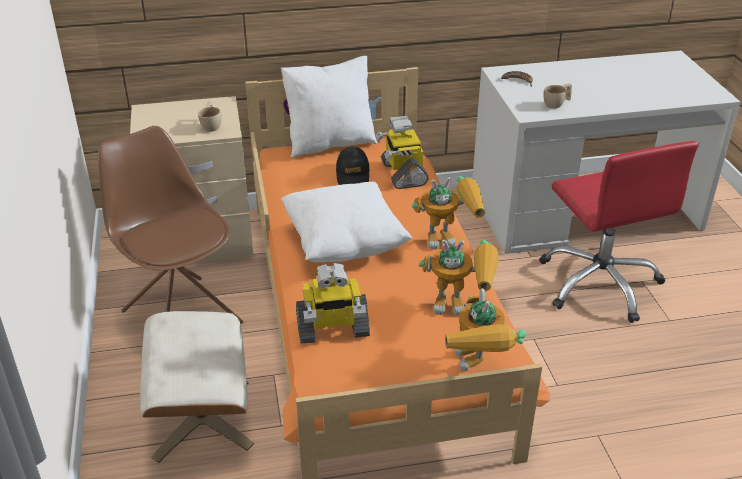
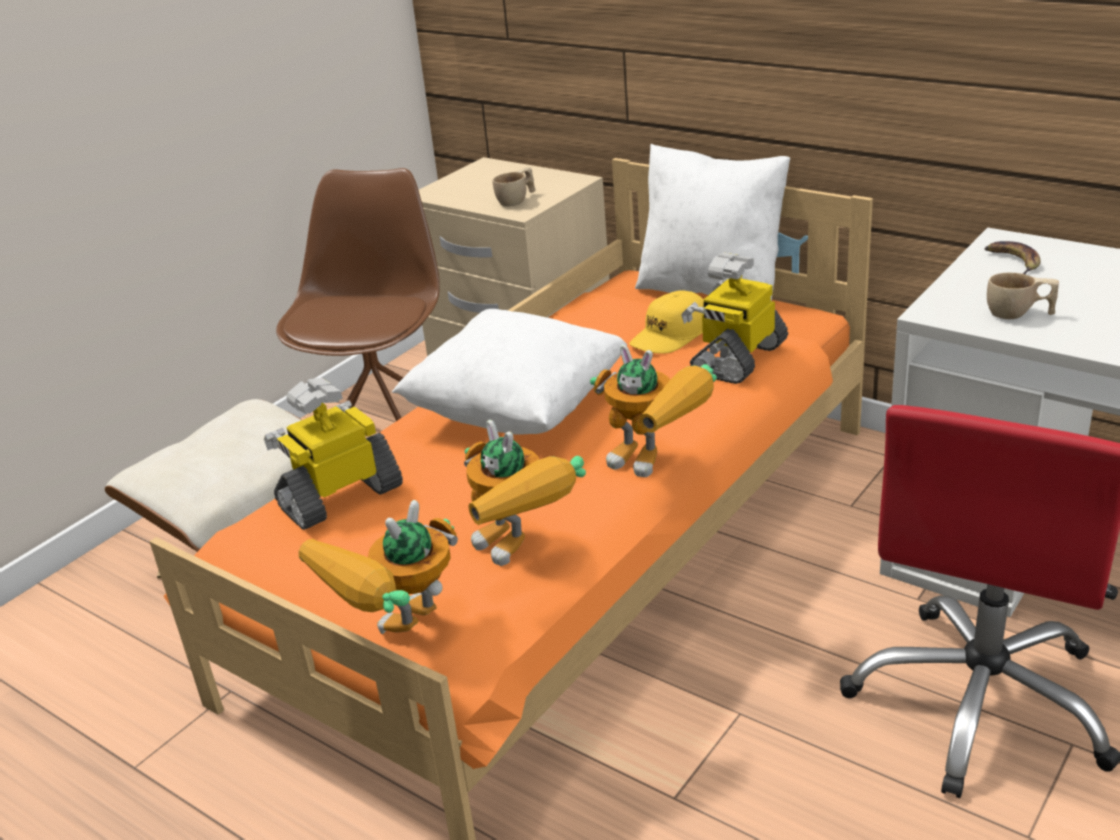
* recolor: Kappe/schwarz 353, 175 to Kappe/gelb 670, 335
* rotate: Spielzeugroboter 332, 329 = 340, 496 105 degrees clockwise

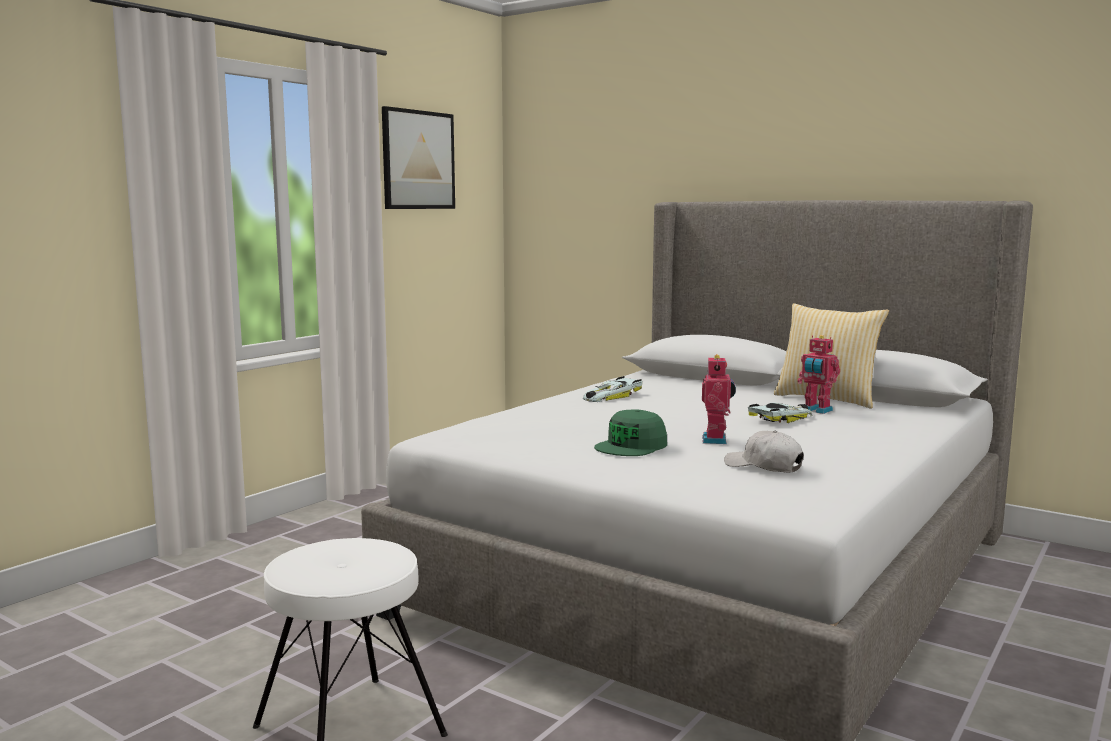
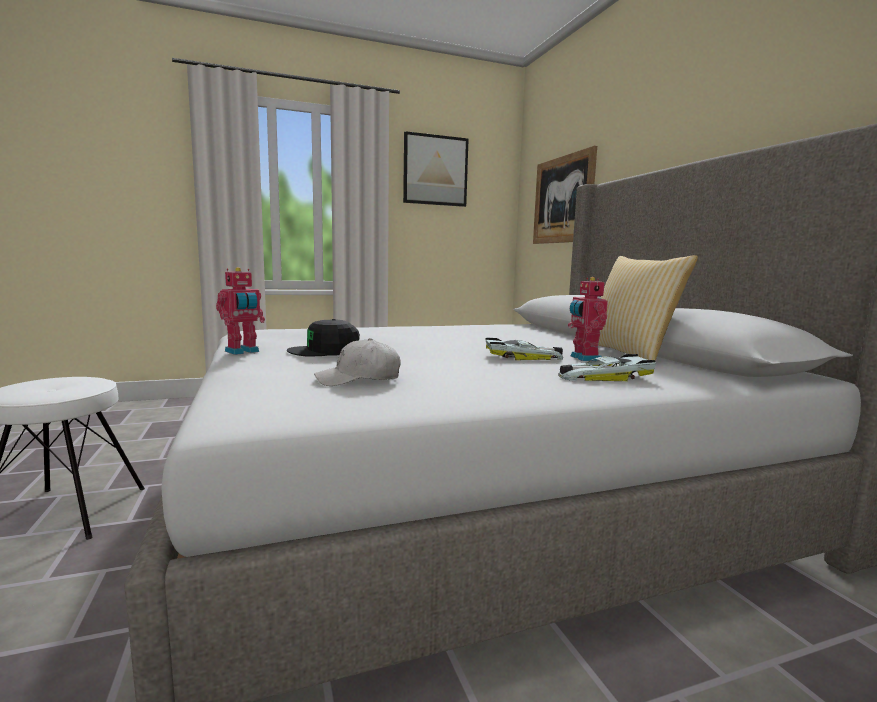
* move: Spielzeugroboter 716, 440 to 243, 352
* move: Spielzeugauto 610, 396 to 602, 376
* recolor: Kappe/grün 631, 446 to Kappe/schwarz 326, 351
* rotate: Kappe/weiß 763, 466 = 359, 379 90 degrees counterclockwise
* insert: Bild 563, 200

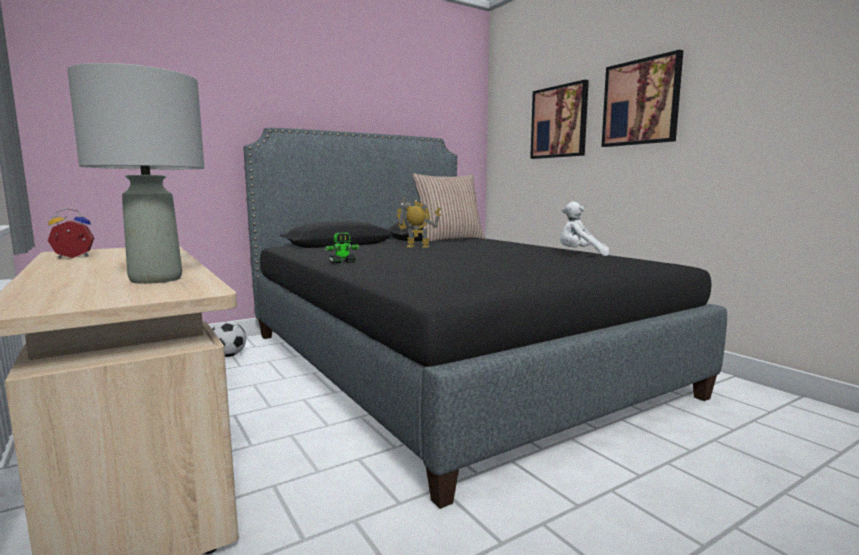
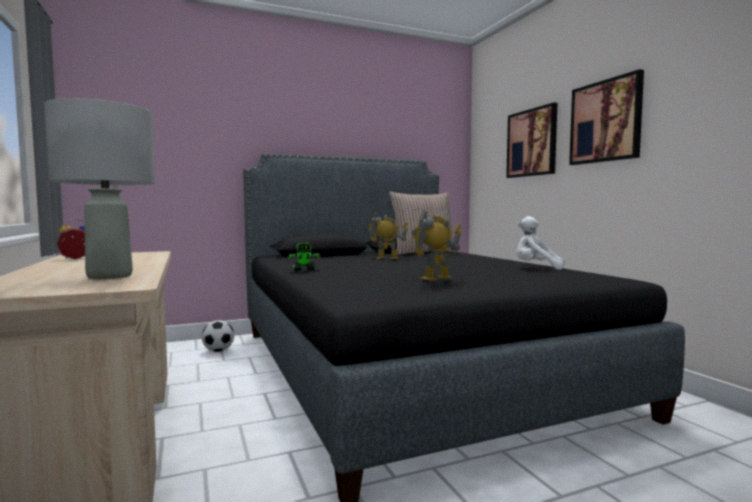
* insert: Spielzeugroboter 436, 278

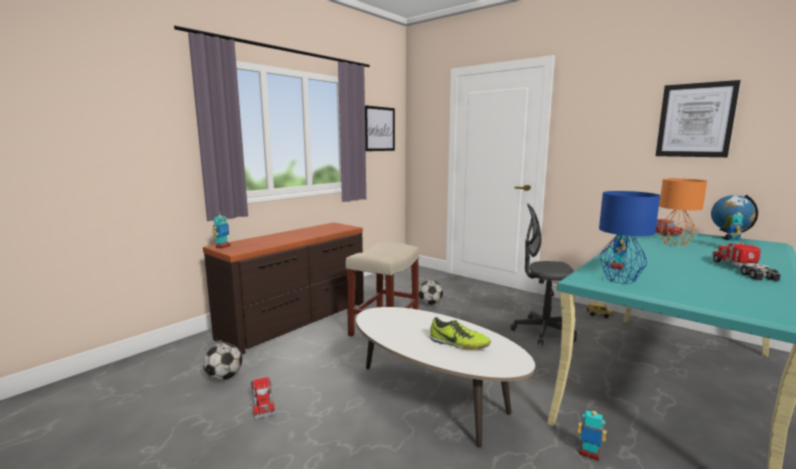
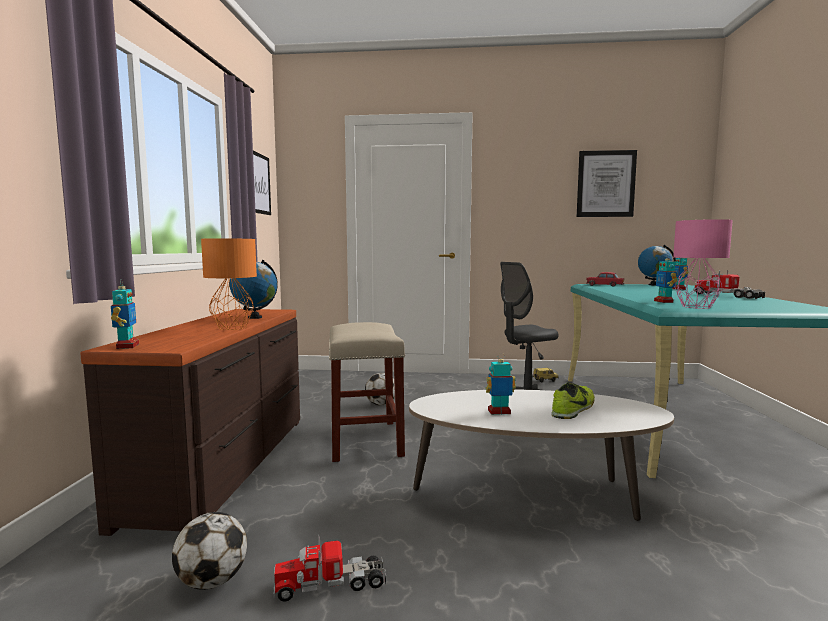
* move: Tischlampe/orange 675, 244 to 233, 328
* recolor: Tischlampe/blau 619, 279 to Tischlampe/rosa 695, 307
* rotate: Schuh 458, 344 = 573, 409 45 degrees counterclockwise
* rotate: Spielzeuglaster 262, 400 = 331, 584 135 degrees clockwise
* move: Spielzeugroboter 589, 454 to 499, 412
* insert: Globus 255, 317

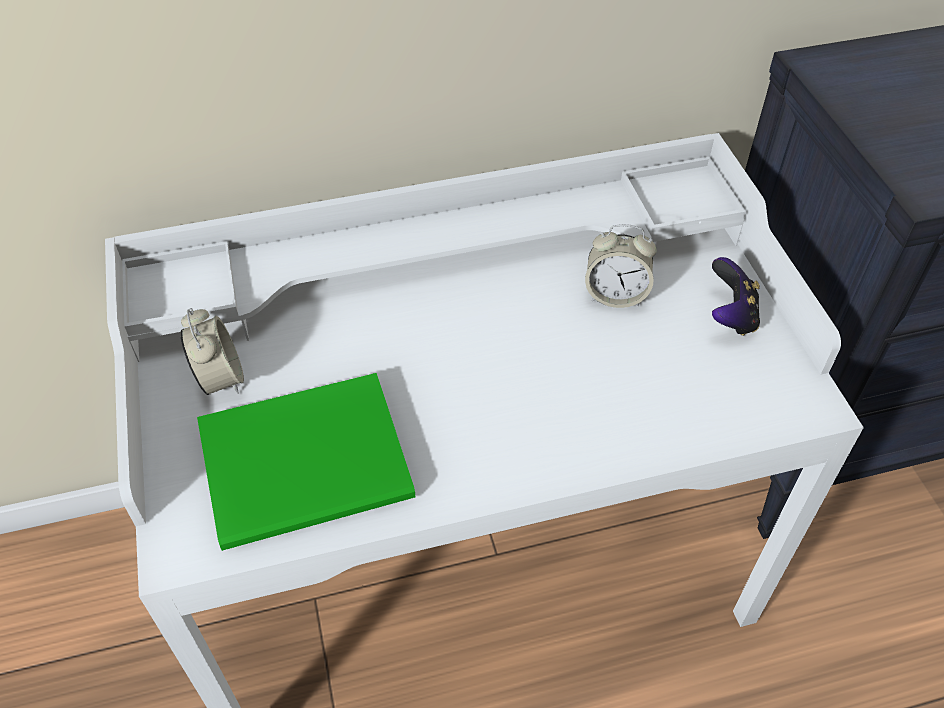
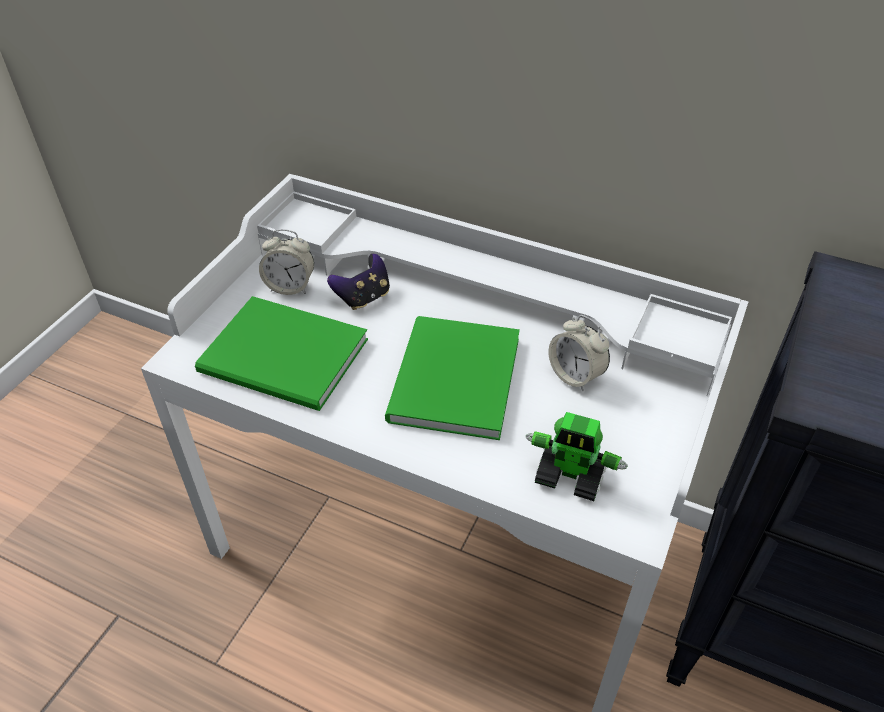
* move: Gamepad 730, 316 to 363, 297
* rotate: Wecker 220, 379 = 290, 286 75 degrees clockwise
* insert: Buch/grün 450, 382
* insert: Spielzeugroboter 570, 476

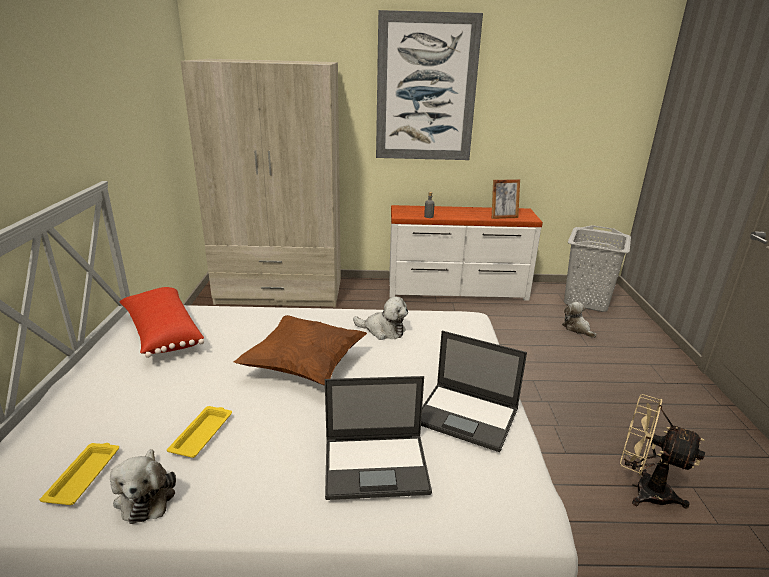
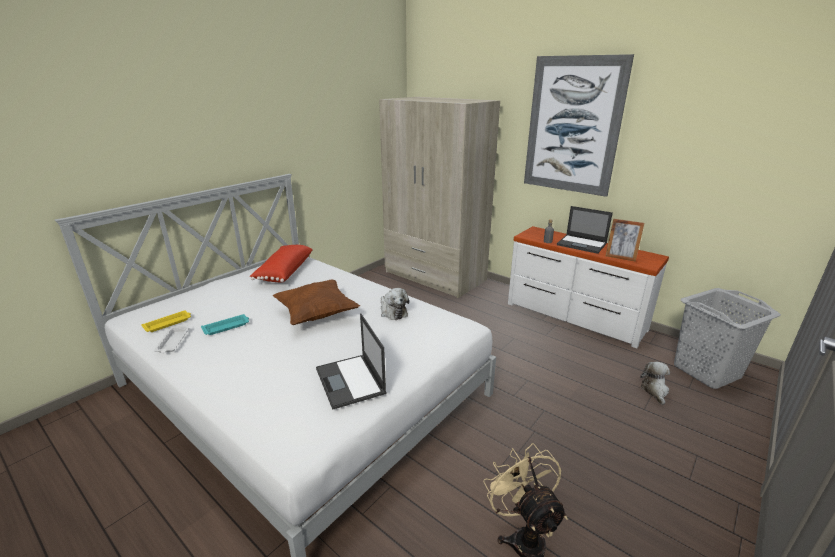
* move: Laptop 377, 465 to 582, 244
* recolor: Tablett/gelb 203, 434 to Tablett/türkis 227, 327
* replace: Plüschtier 146, 495 to Tablett/weiß 173, 342

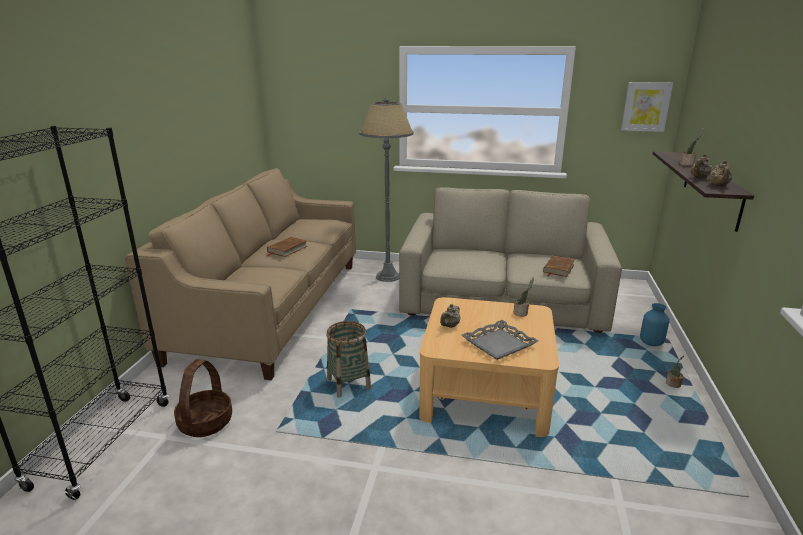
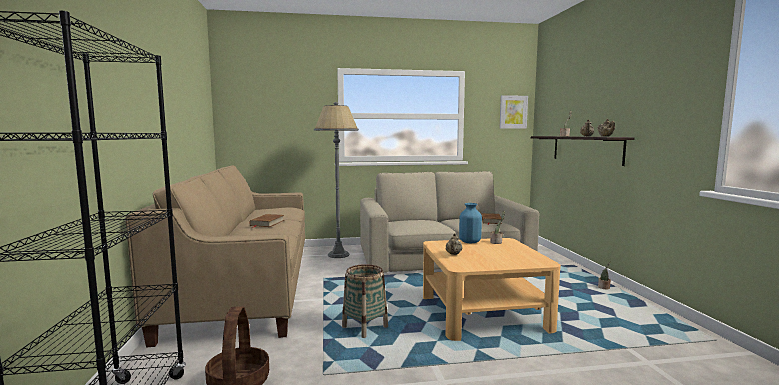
* move: Vase/blau 651, 343 to 470, 242
* delete: Tablett/grau 499, 344

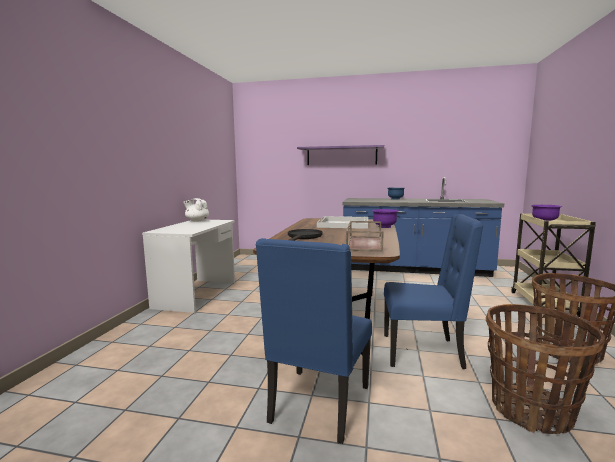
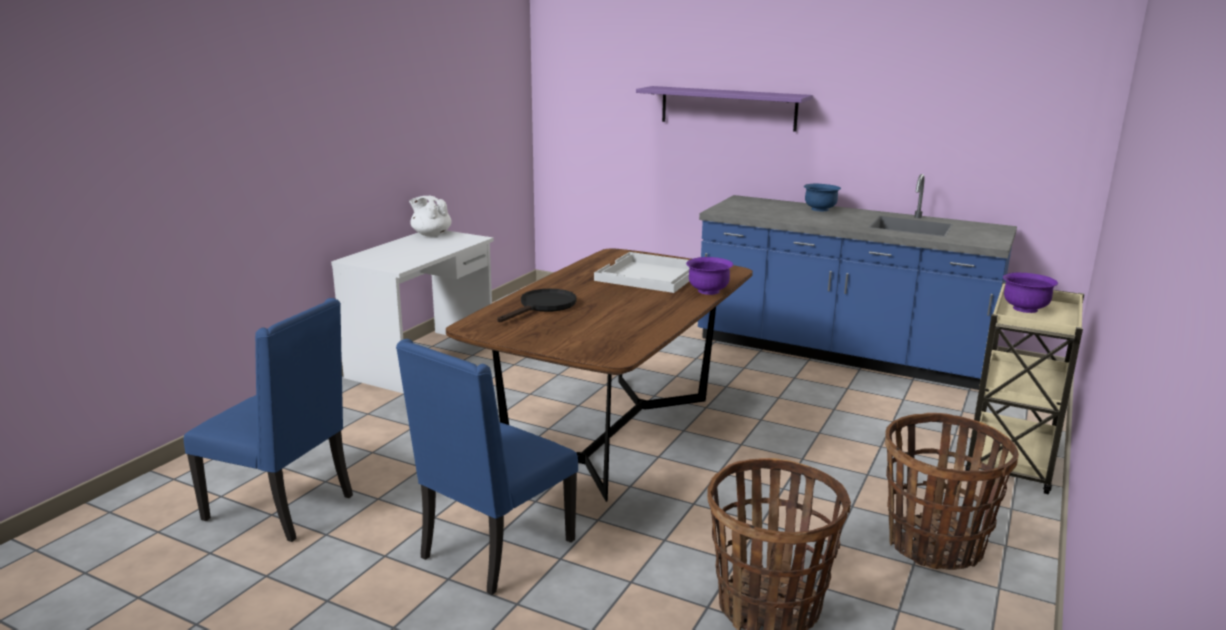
* move: Stuhl/blau 423, 352 to 283, 507
* delete: Tablett/braun 363, 243

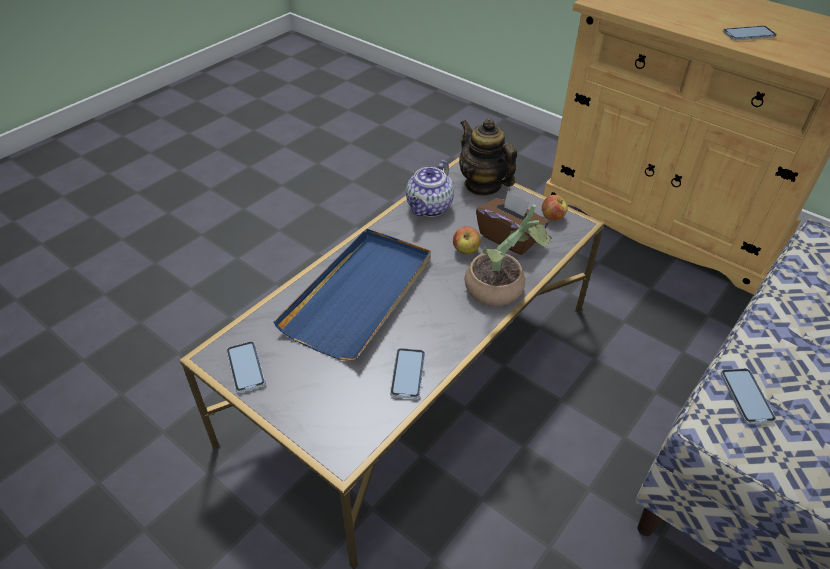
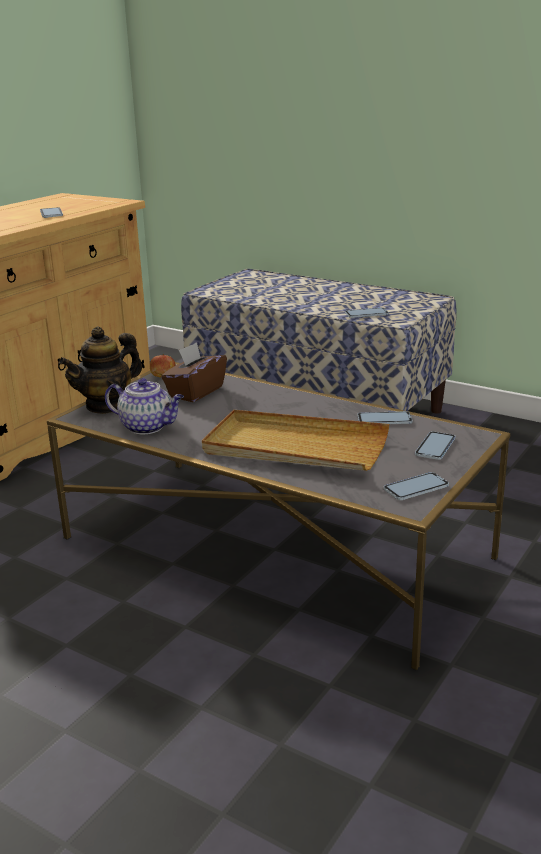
* delete: Topfpflanze 501, 289
* delete: Apfel 466, 250
* recolor: Tablett/blau 360, 295 to Tablett/beige 295, 447
* insert: Handy 435, 447

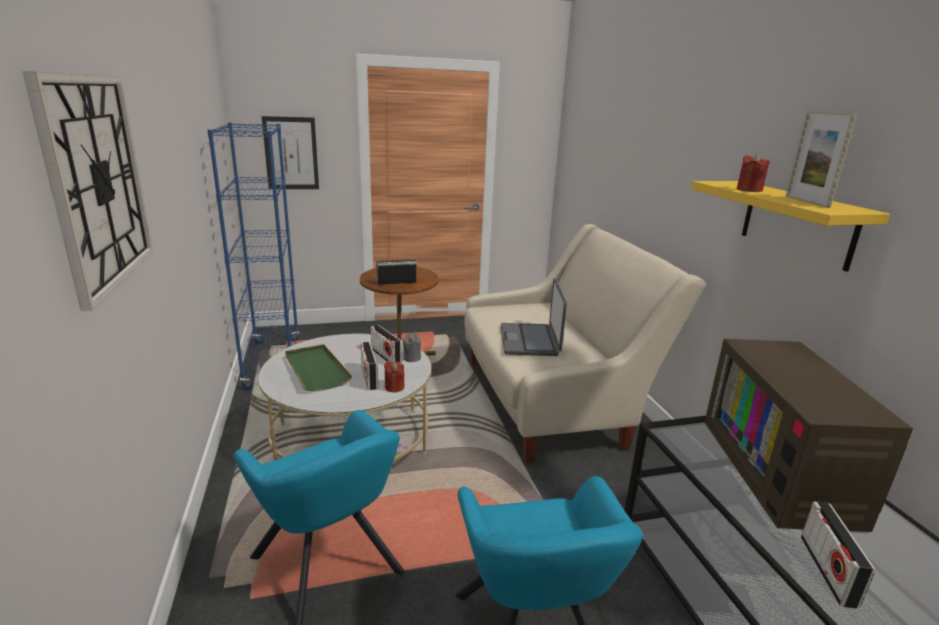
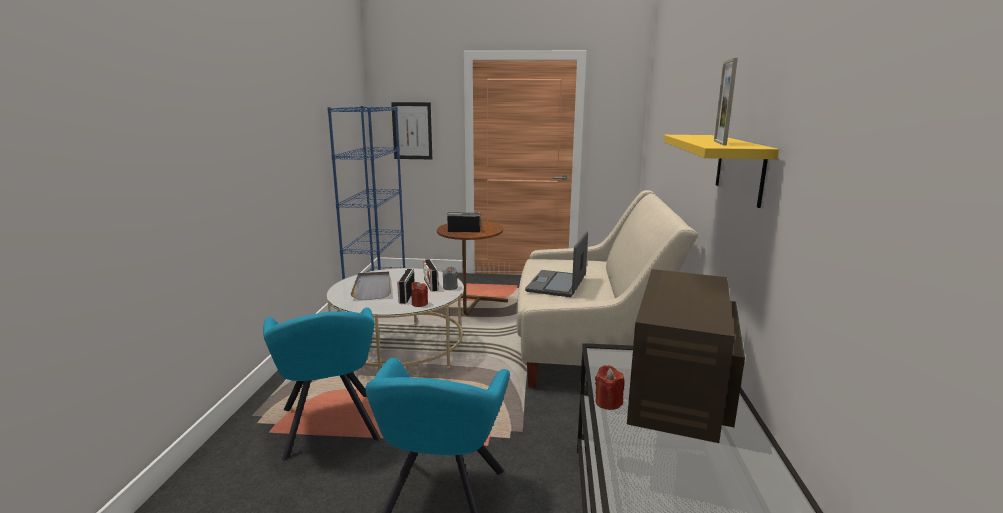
* delete: Wanduhr 97, 182
* move: Kerze/rot 749, 190 to 608, 402
* recolor: Tablett/grün 316, 370 to Tablett/grau 372, 287
* delete: Radio 827, 570

